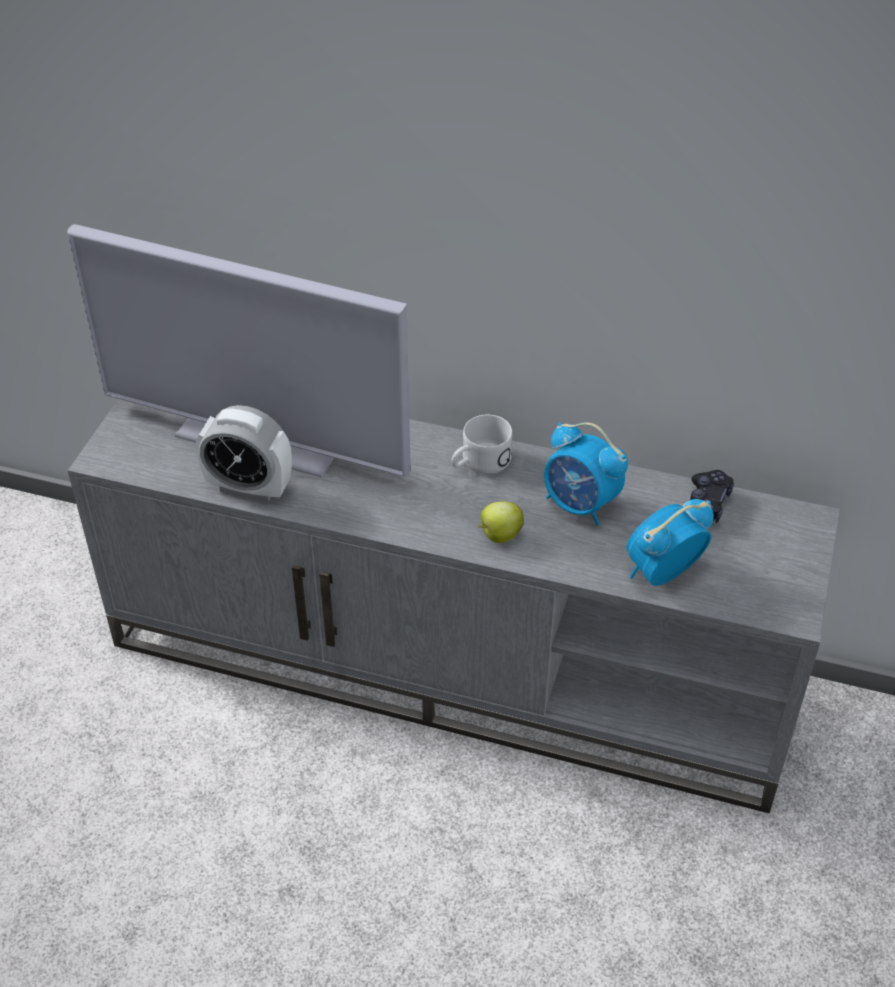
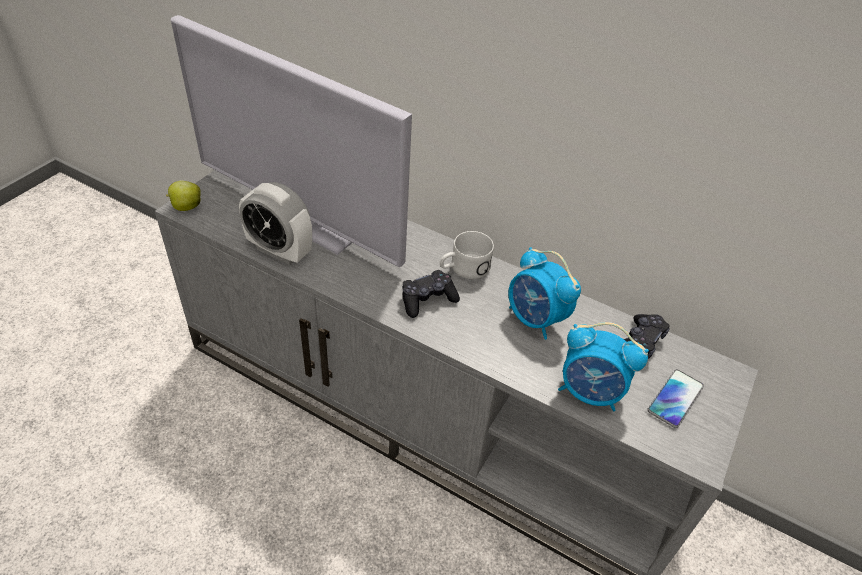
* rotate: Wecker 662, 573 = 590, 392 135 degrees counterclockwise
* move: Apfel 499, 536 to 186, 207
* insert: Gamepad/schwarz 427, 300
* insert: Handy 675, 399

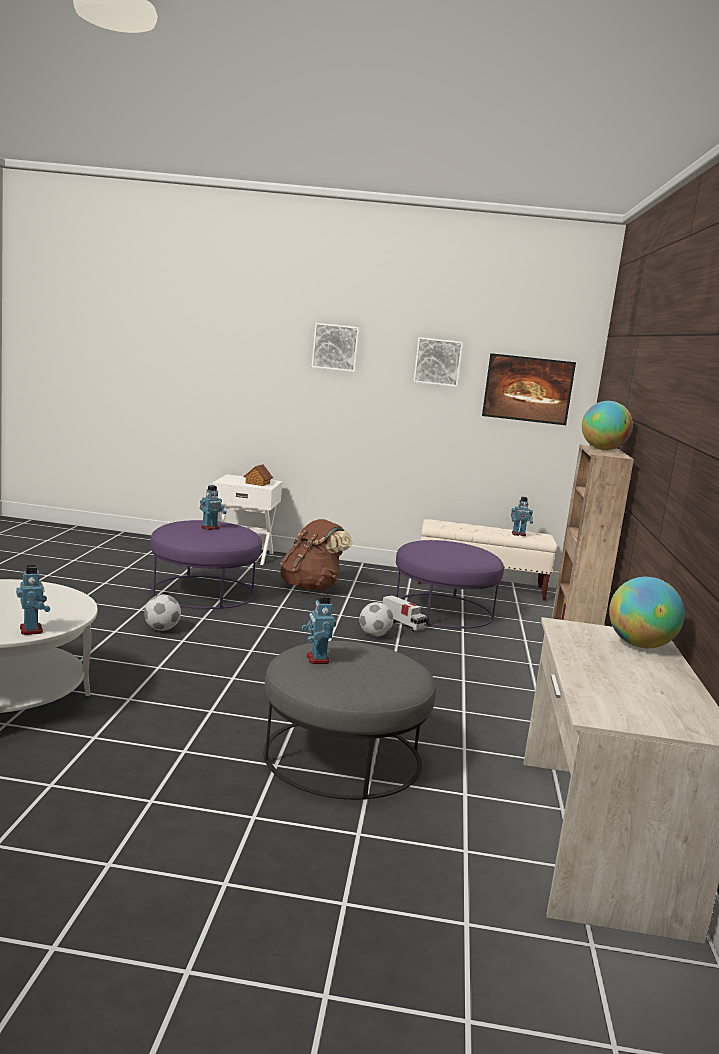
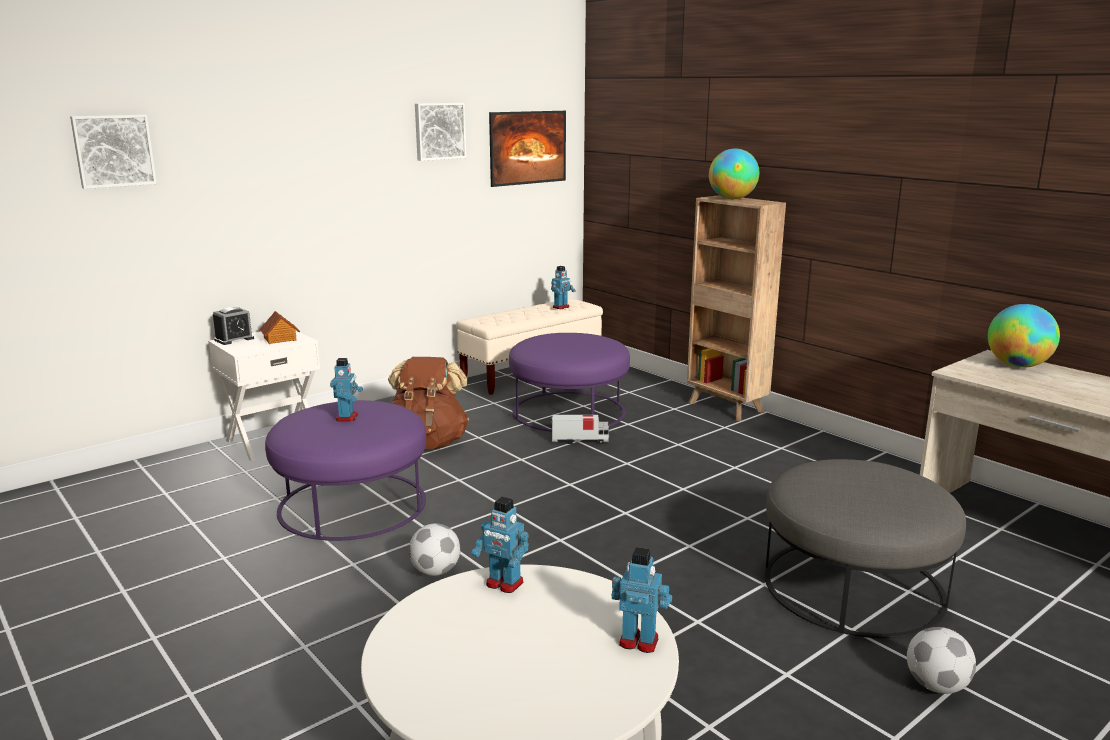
* move: Bild 335, 347 to 113, 151
* move: Spielzeugroboter 317, 659 to 504, 584
* move: Fußball 374, 635 to 936, 686
* insert: Wecker 234, 339

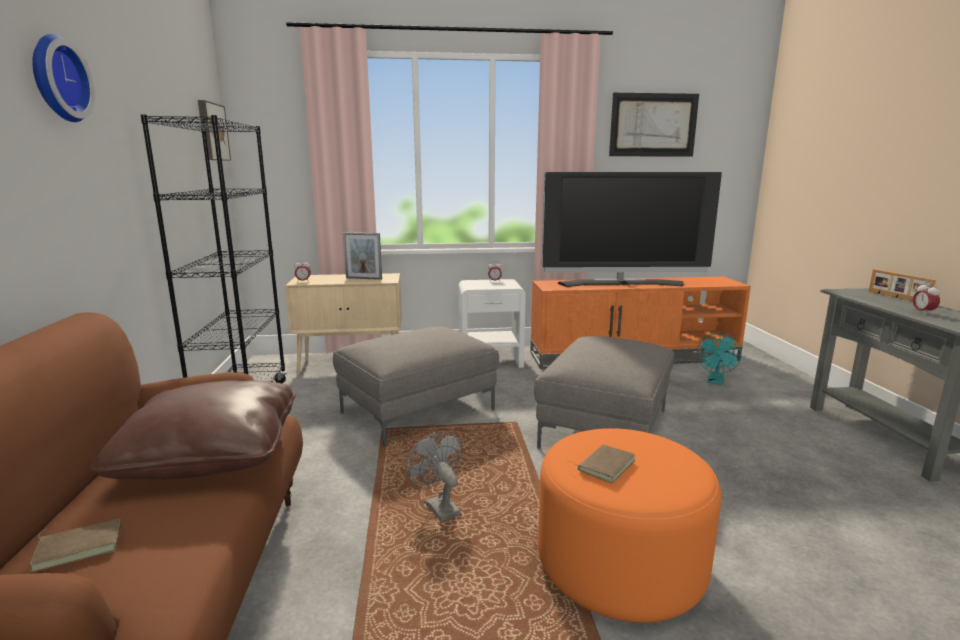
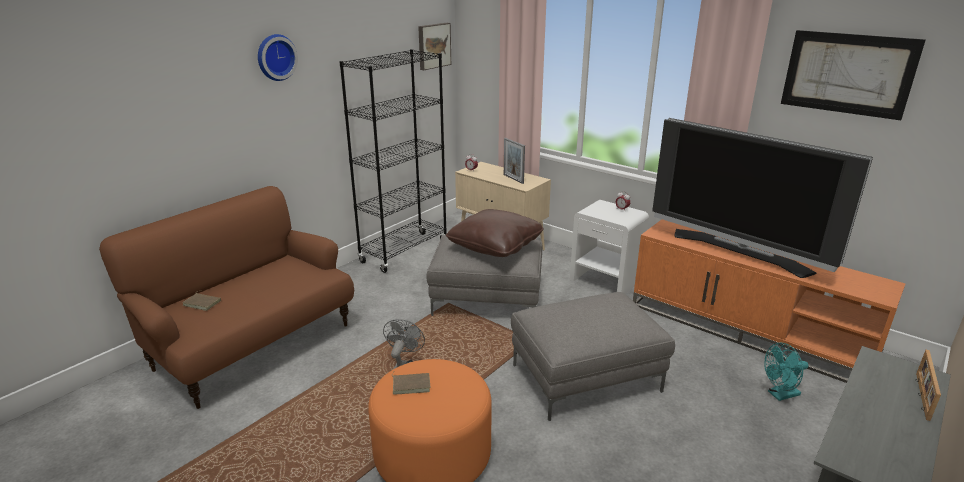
* delete: Wecker 923, 312
* move: Kissen/braun 212, 454 to 495, 246

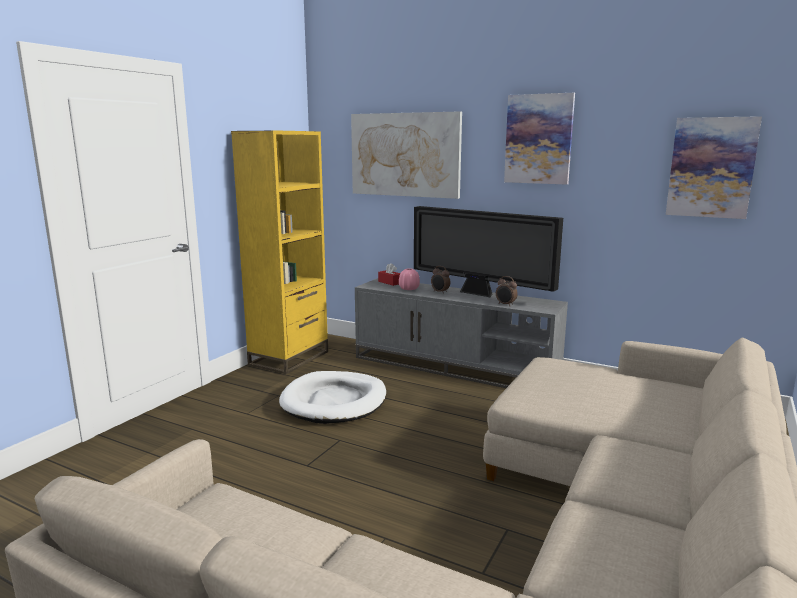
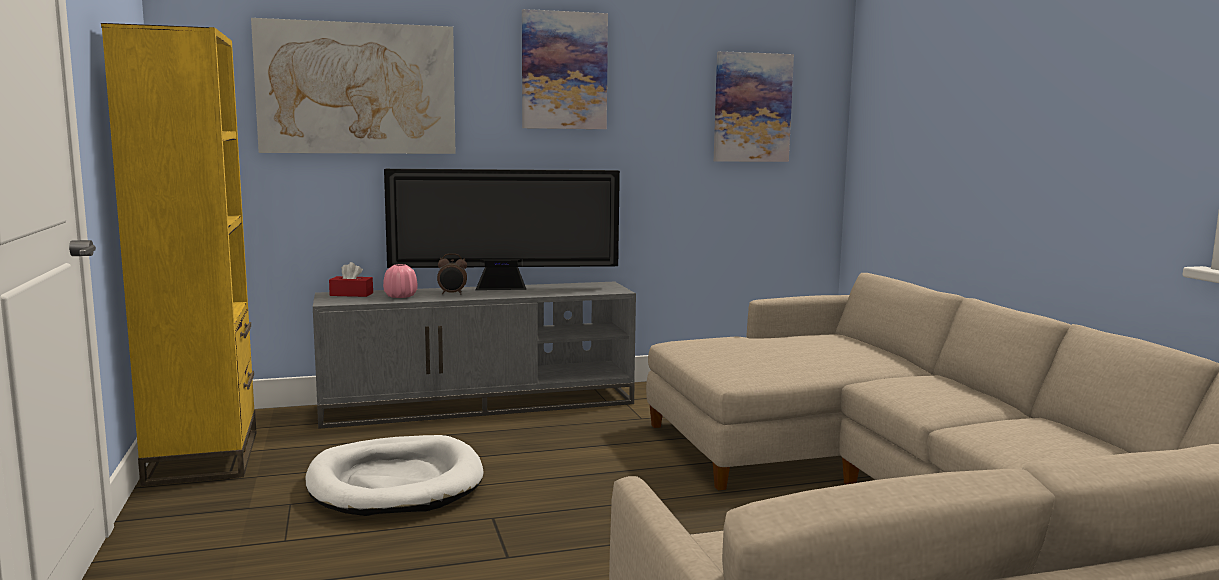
* delete: Wecker 505, 304

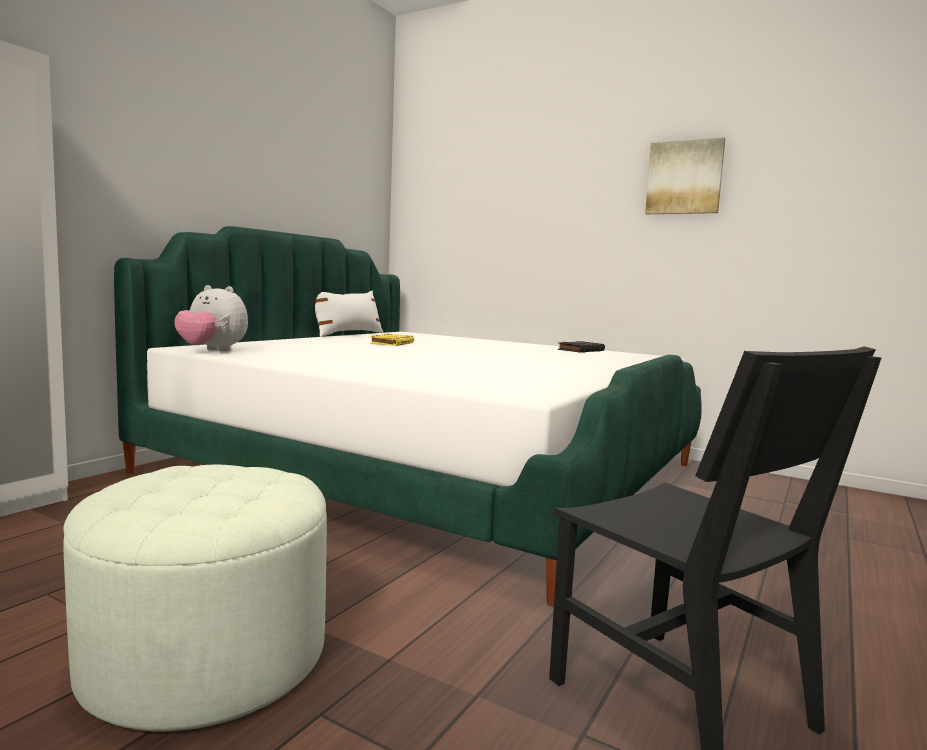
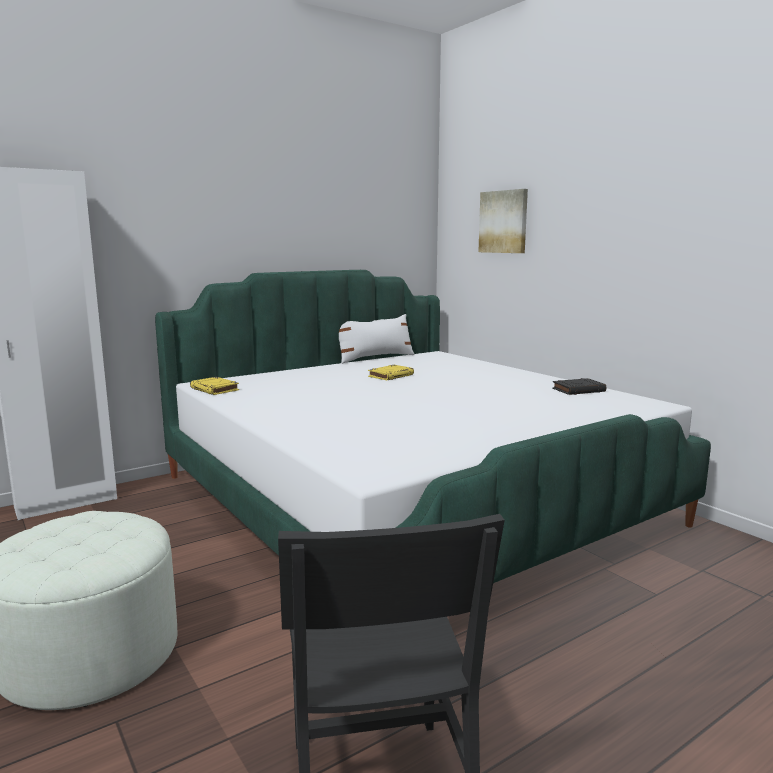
* move: Bild 684, 178 to 504, 222
* replace: Plüschtier 212, 351 to Buch/gelb 215, 389

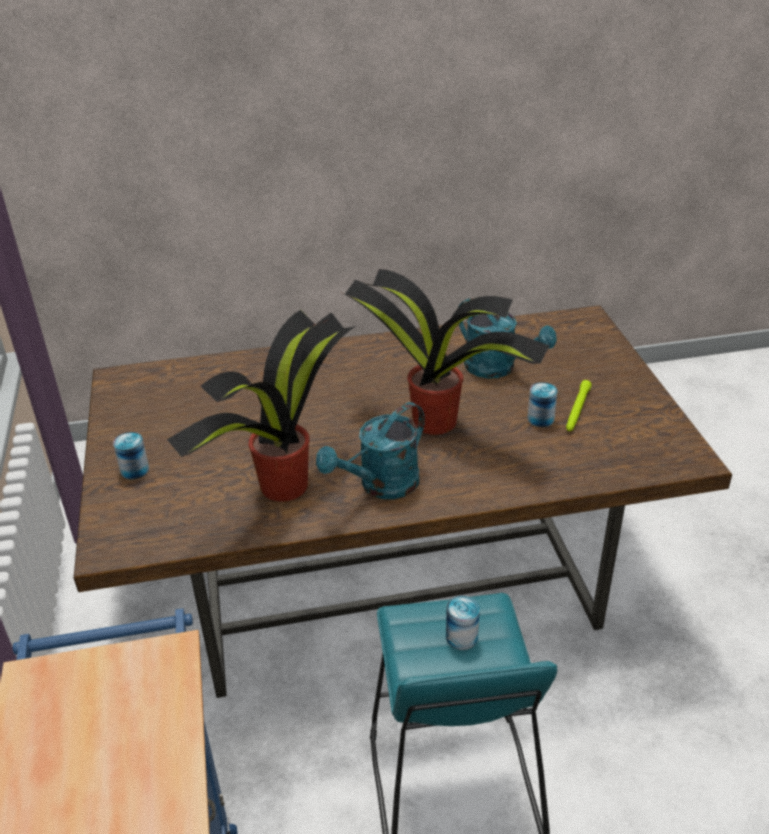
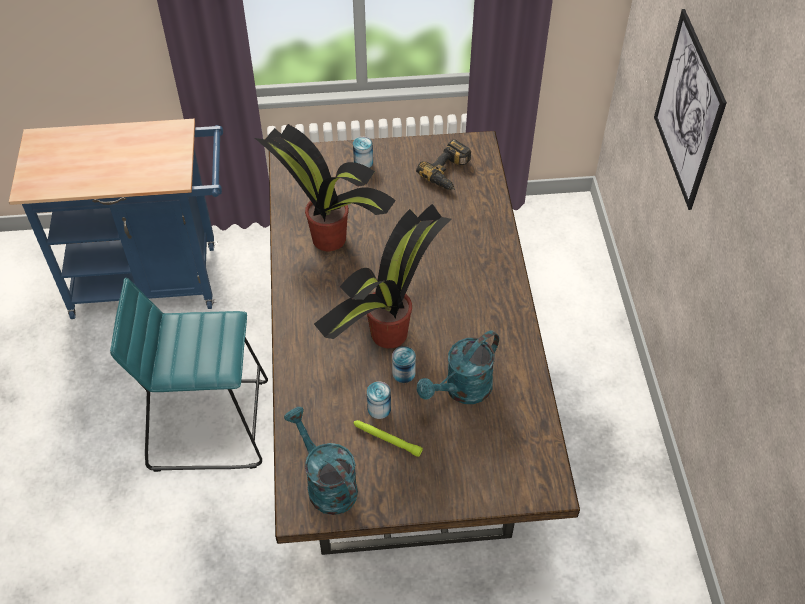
* move: Gießkanne/türkis 381, 486 to 326, 483
* move: Dose 461, 637 to 403, 373
* insert: Bild 688, 110
* insert: Bohrmaschine 449, 172

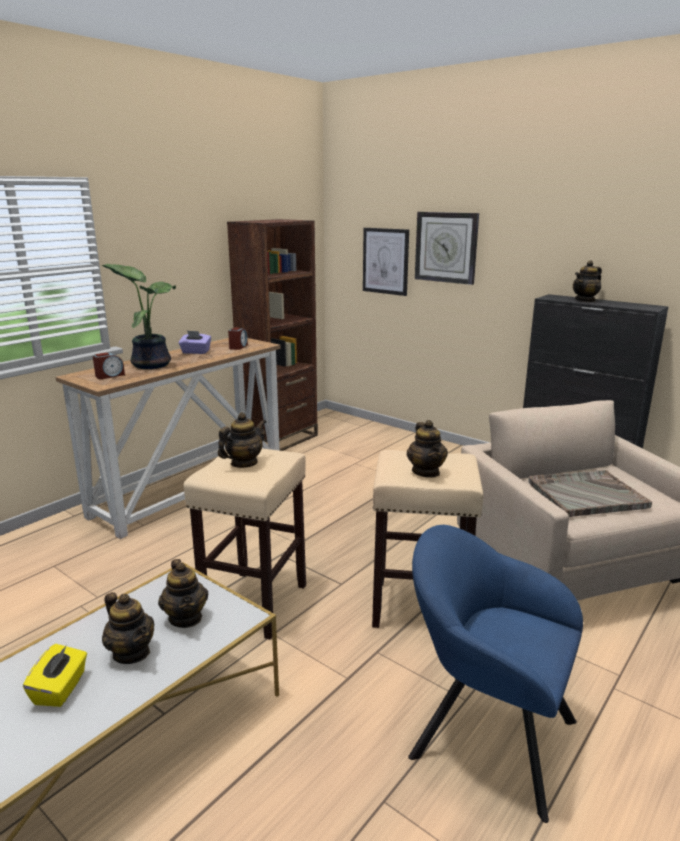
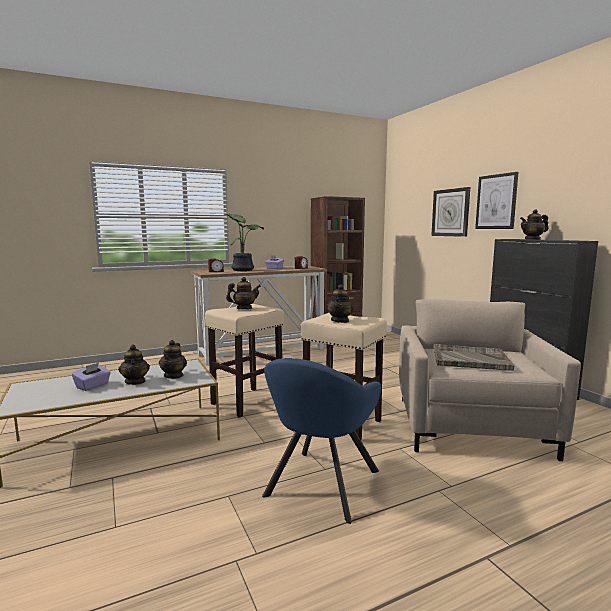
* move: Bild 385, 261 to 496, 202
* rotate: Sessel/blau 485, 734 = 320, 486 120 degrees counterclockwise
* recolor: Taschentuchbox/gelb 60, 689 to Taschentuchbox/lila 93, 386

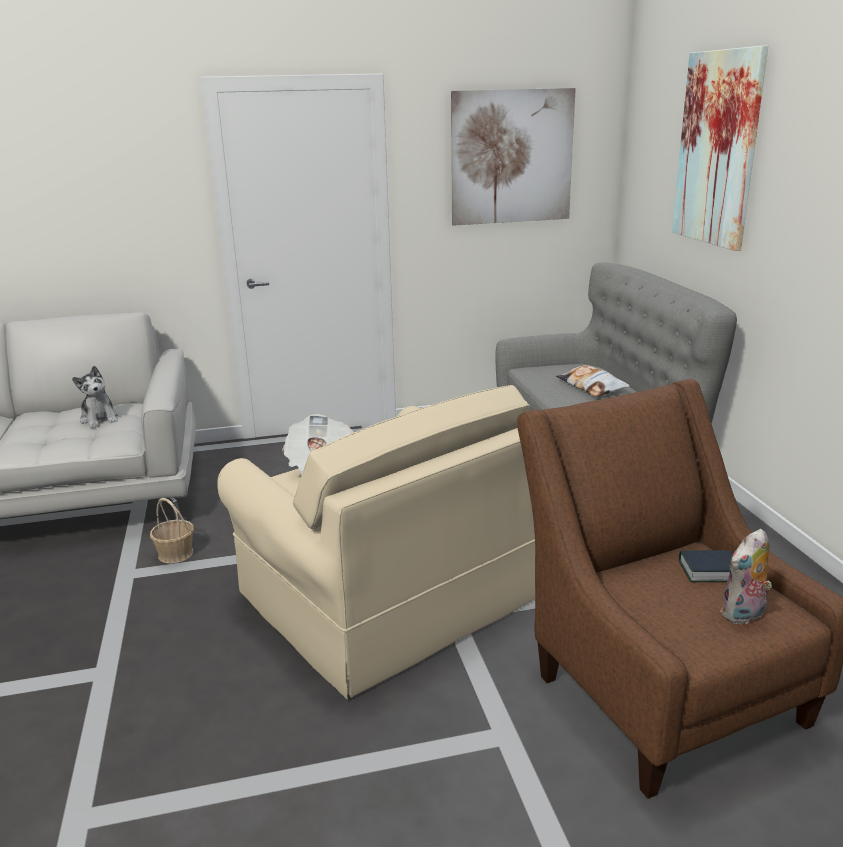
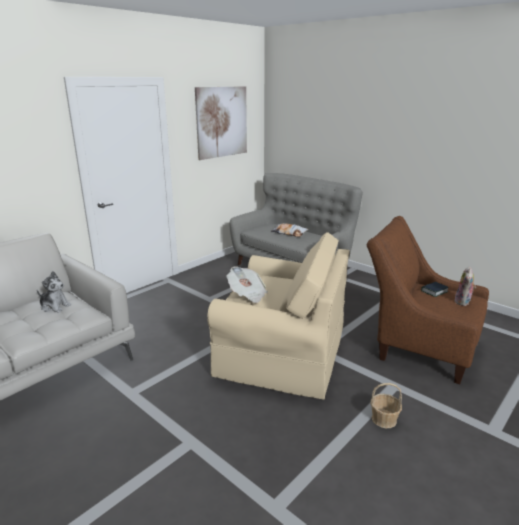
* delete: Bild 717, 149
* move: Korb 175, 554 to 384, 419

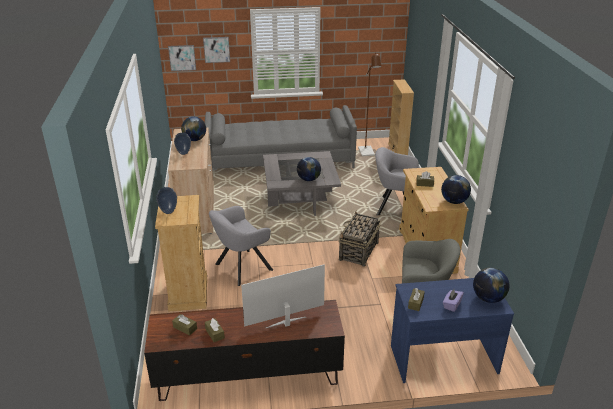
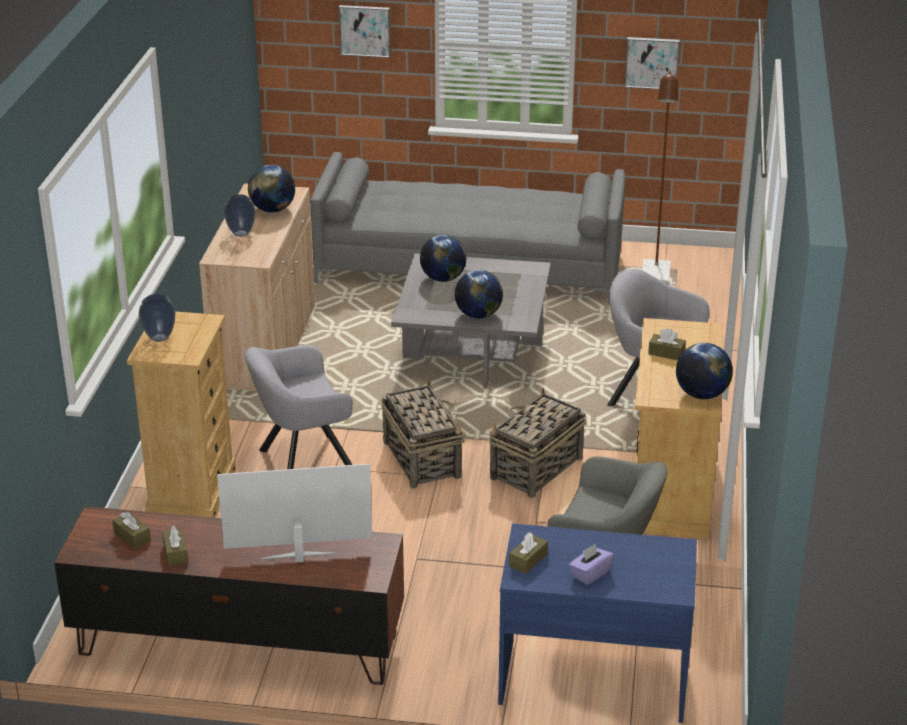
* move: Bild 182, 57 to 652, 62
* delete: Bücherregal/beige 397, 151
* move: Globus 488, 298 to 443, 278
* insert: Korb 421, 458

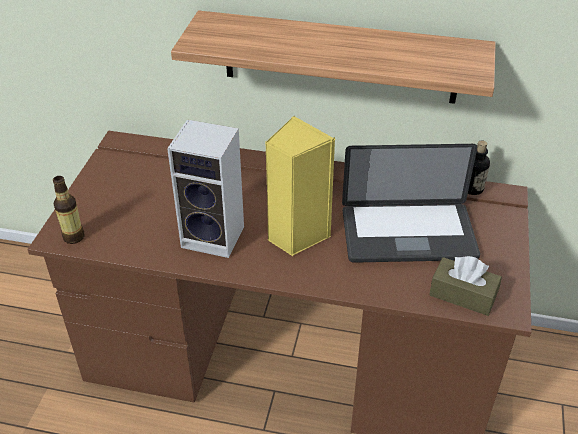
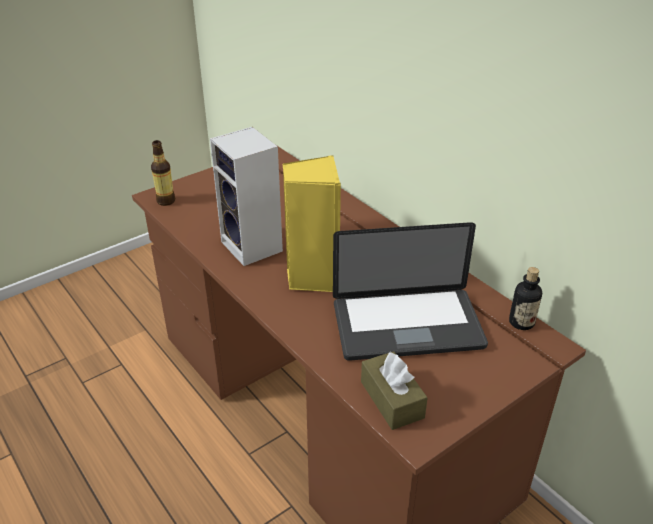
* delete: Wandregal 340, 57
* rotate: Laptop 408, 234 = 407, 326 45 degrees counterclockwise

